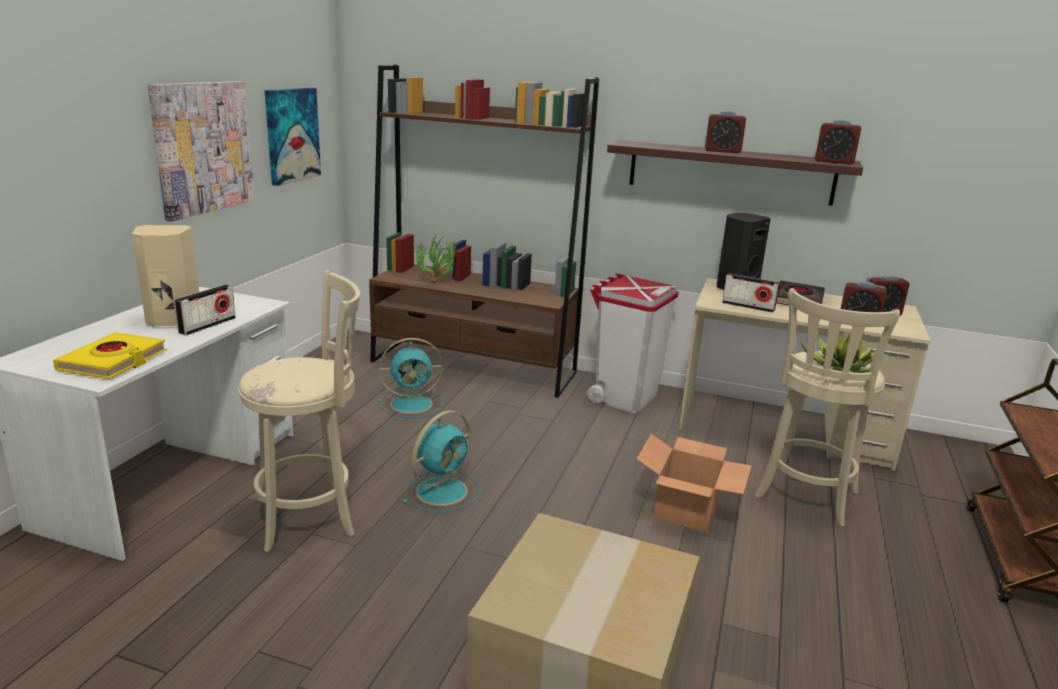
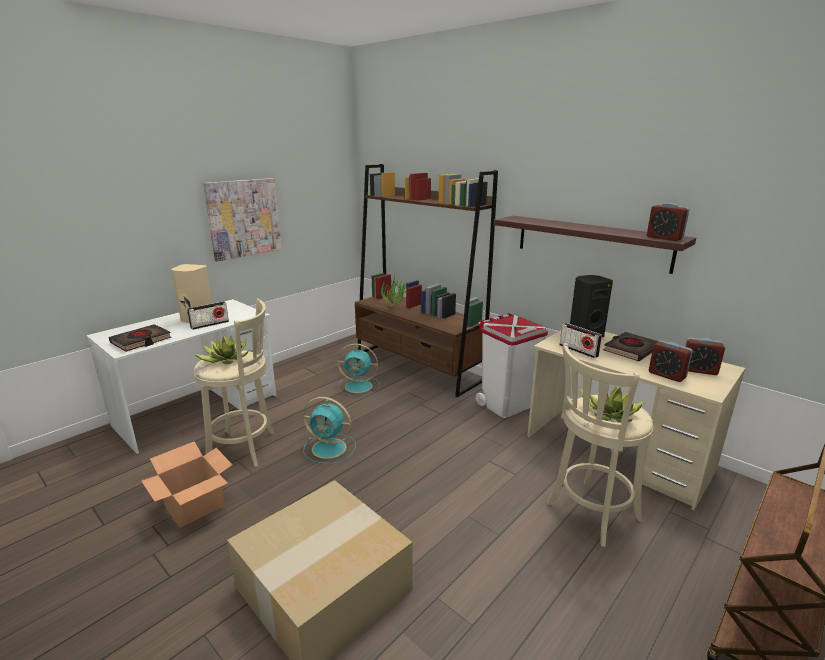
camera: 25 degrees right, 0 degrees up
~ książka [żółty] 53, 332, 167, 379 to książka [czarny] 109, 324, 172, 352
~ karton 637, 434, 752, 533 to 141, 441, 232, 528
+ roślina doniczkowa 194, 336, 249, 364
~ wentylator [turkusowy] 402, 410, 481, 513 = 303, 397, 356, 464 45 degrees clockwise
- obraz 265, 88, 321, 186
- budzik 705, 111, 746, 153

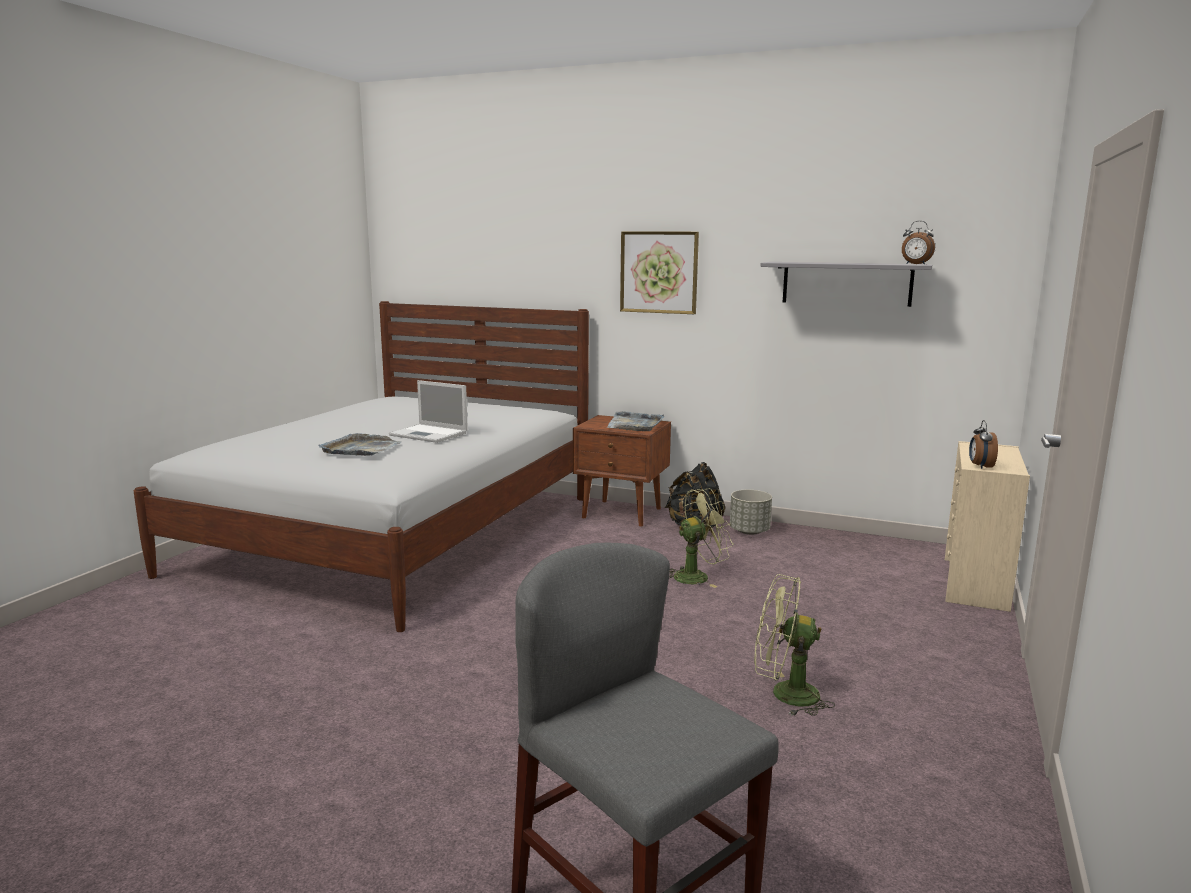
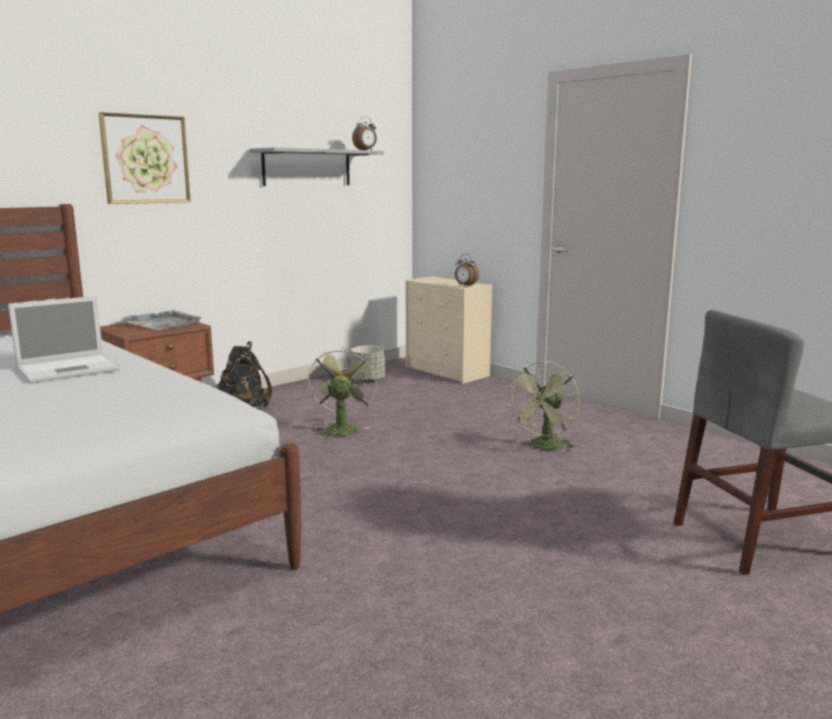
camera: 65 degrees left, 0 degrees up
~ donica [szary] 730, 490, 772, 535 to 351, 345, 385, 382
- taca [szary] 319, 433, 402, 456

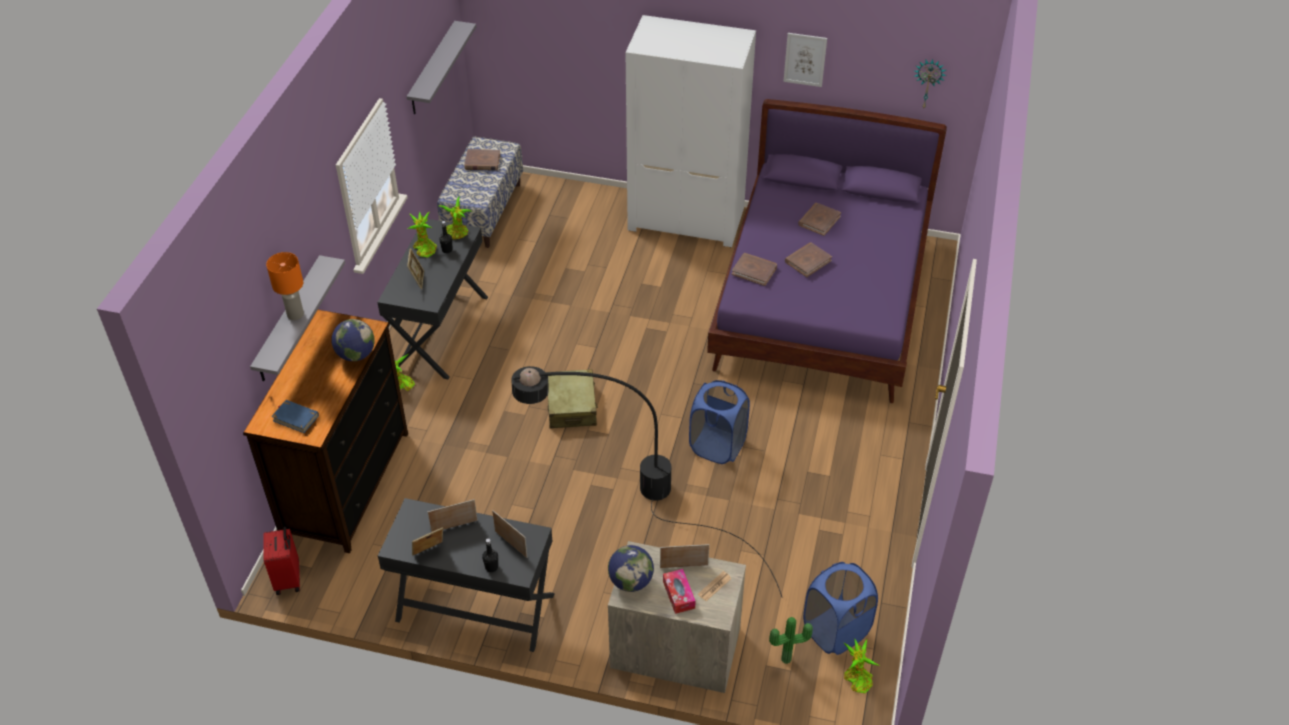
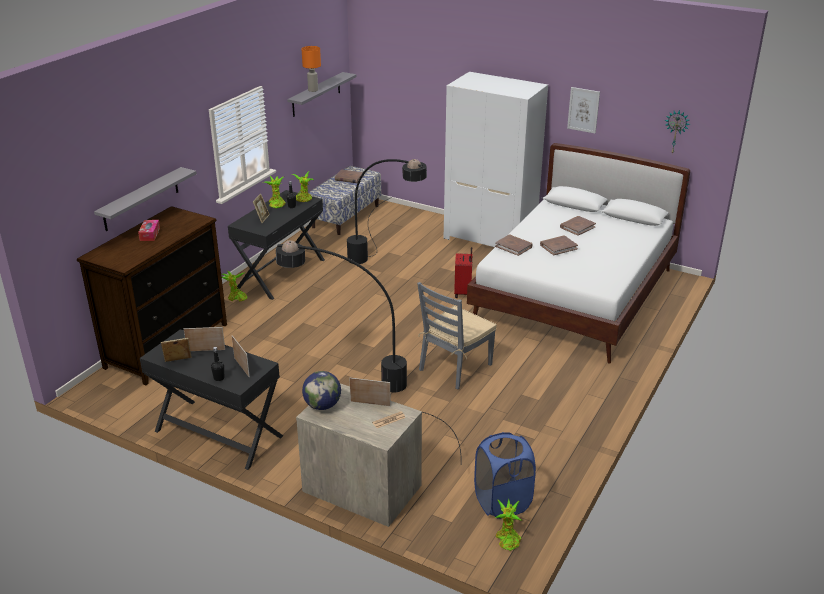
camera: 15 degrees right, 15 degrees down
~ pudełko chusteczek 663, 569, 696, 614 to 138, 220, 160, 241
~ lampa stołowa [pomarańczowy] 266, 252, 304, 320 to 302, 46, 321, 92
+ lampa stojąca [czarny] 347, 159, 427, 264
~ kosz na pranie [niebieski] 689, 380, 750, 464 to krzesło [szary] 417, 282, 497, 390
~ walizka [czerwony] 263, 527, 300, 595 to 454, 247, 473, 298
~ łóżko [fioletowy] 707, 99, 947, 403 to łóżko [biały] 467, 143, 690, 363
- książka [niebieski] 271, 400, 319, 433
- globus 332, 319, 375, 361
- walizka [beżowy] 548, 369, 598, 428
- roślina doniczkowa 769, 617, 813, 664

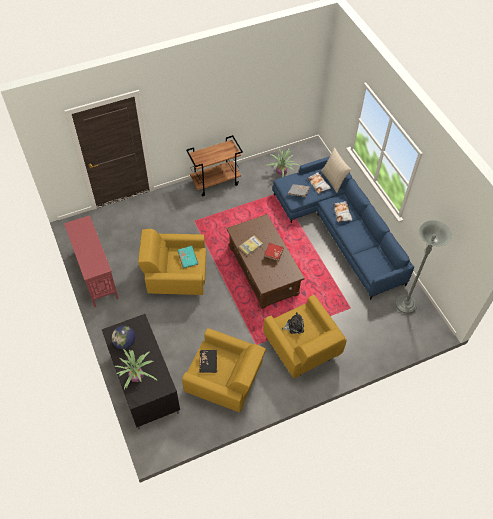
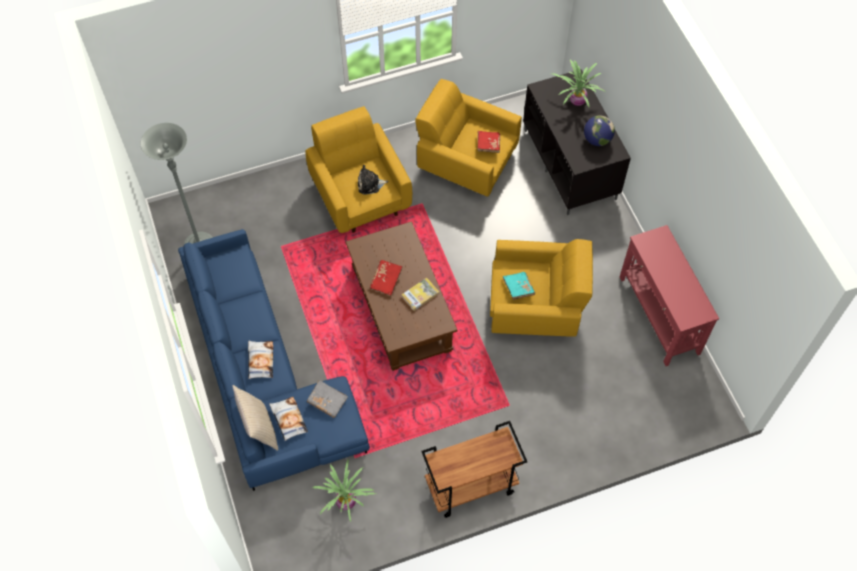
camera: 175 degrees left, 5 degrees up
~ książka [czarny] 199, 350, 217, 373 to książka [czerwony] 477, 131, 500, 153

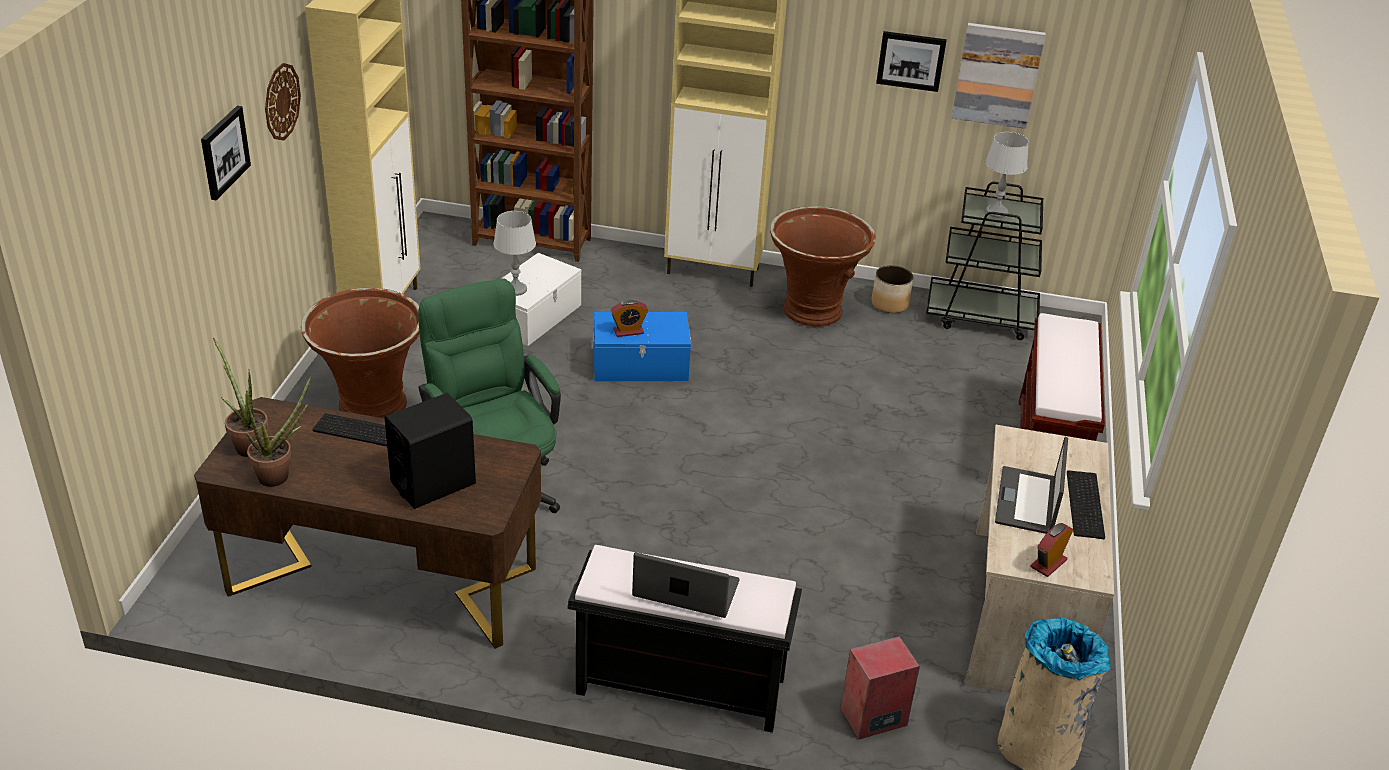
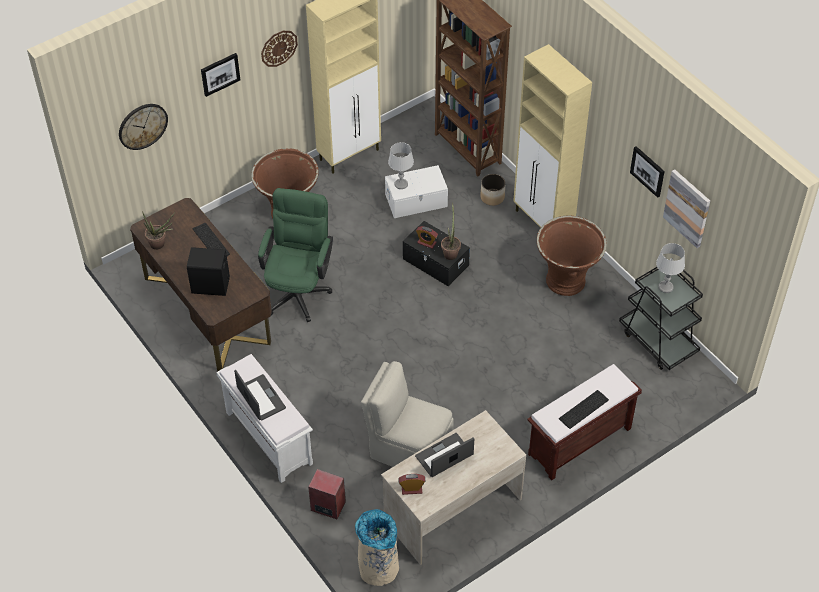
camera: 45 degrees right, 15 degrees up
+ zegar ścienny 119, 104, 168, 150
~ ławka [czarny] 568, 545, 802, 733 to ławka [biały] 216, 354, 313, 483
+ krzesło [beżowy] 361, 361, 454, 467
~ pojemnik do przechowywania [niebieski] 592, 312, 691, 381 to pojemnik do przechowywania [czarny] 403, 221, 470, 286
~ roślina doniczkowa 213, 338, 268, 457 to 441, 202, 461, 260
~ donica 871, 265, 913, 313 to 480, 174, 505, 206
~ klawiatura 1067, 470, 1105, 539 to 559, 390, 609, 429

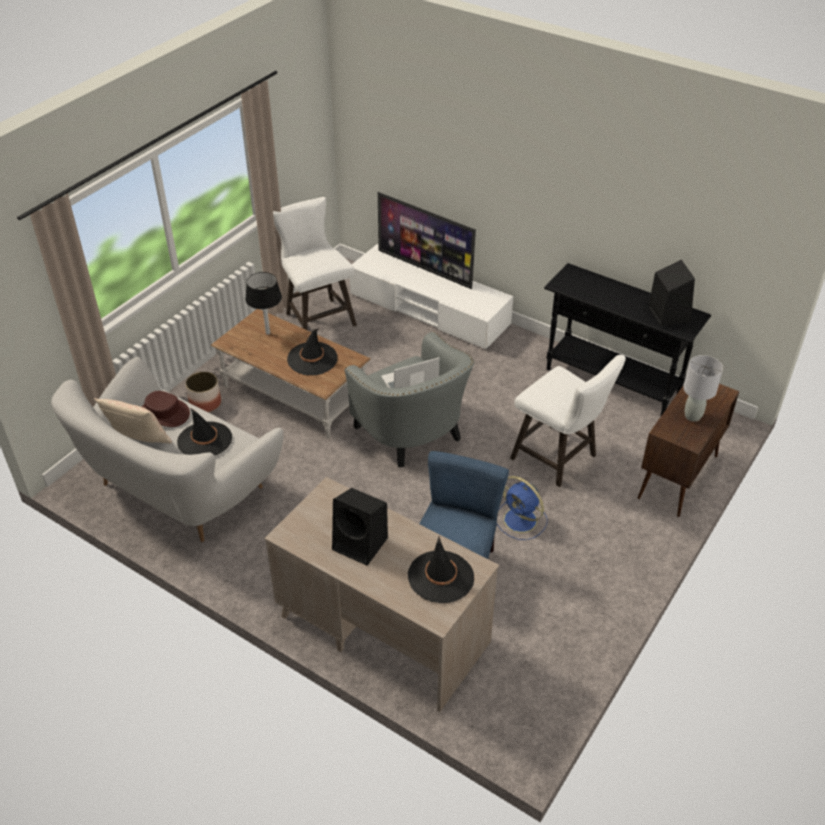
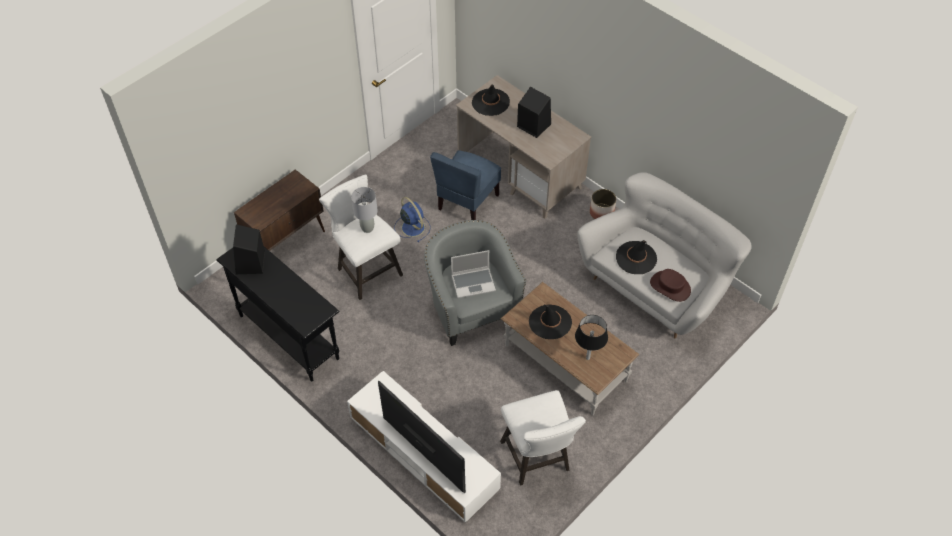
camera: 170 degrees left, 10 degrees up
~ lampa stołowa [szary] 683, 355, 723, 422 to 351, 187, 378, 233
~ donica 186, 372, 221, 412 to 590, 189, 616, 219
- poduszka [beżowy] 94, 398, 172, 444

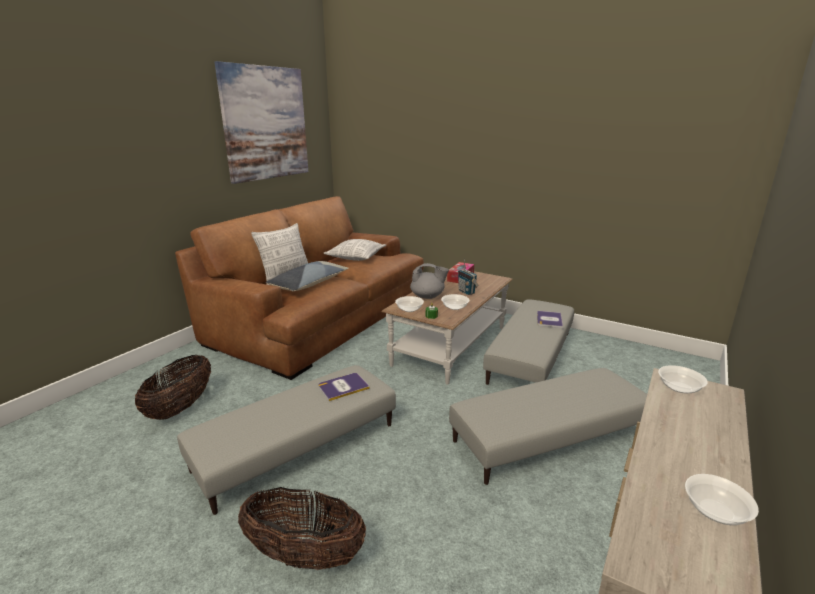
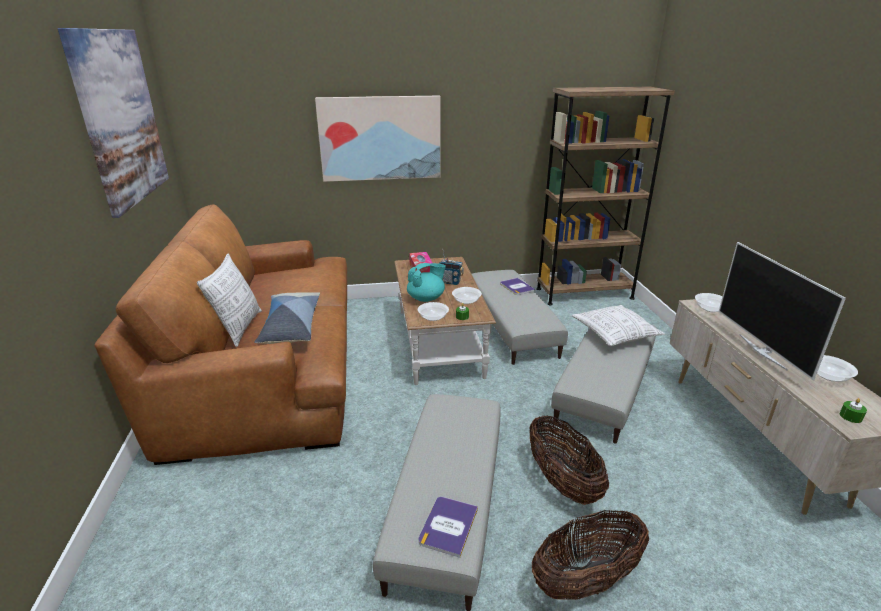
camera: 40 degrees left, 5 degrees up
+ obraz 315, 96, 441, 182
~ imbryk [szary] 410, 263, 449, 299 to imbryk [turkusowy] 407, 263, 446, 302
~ książka 318, 373, 370, 401 to 418, 497, 478, 558
~ koszyk 135, 355, 211, 420 to 529, 415, 609, 505
+ regał [brązowy] 536, 87, 675, 305
~ poduszka 324, 239, 386, 261 to 572, 305, 665, 346
+ telewizor 719, 242, 846, 380
+ świeca [zielony] 840, 398, 867, 423

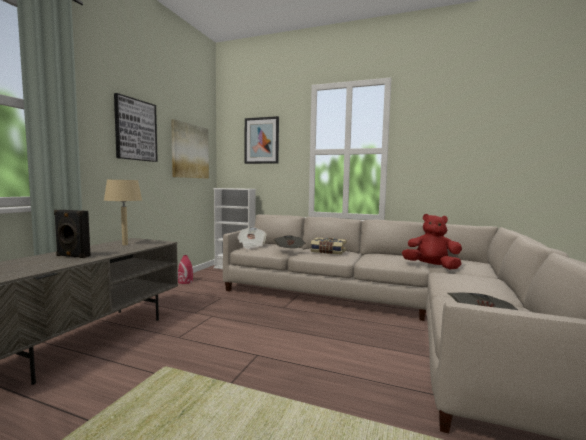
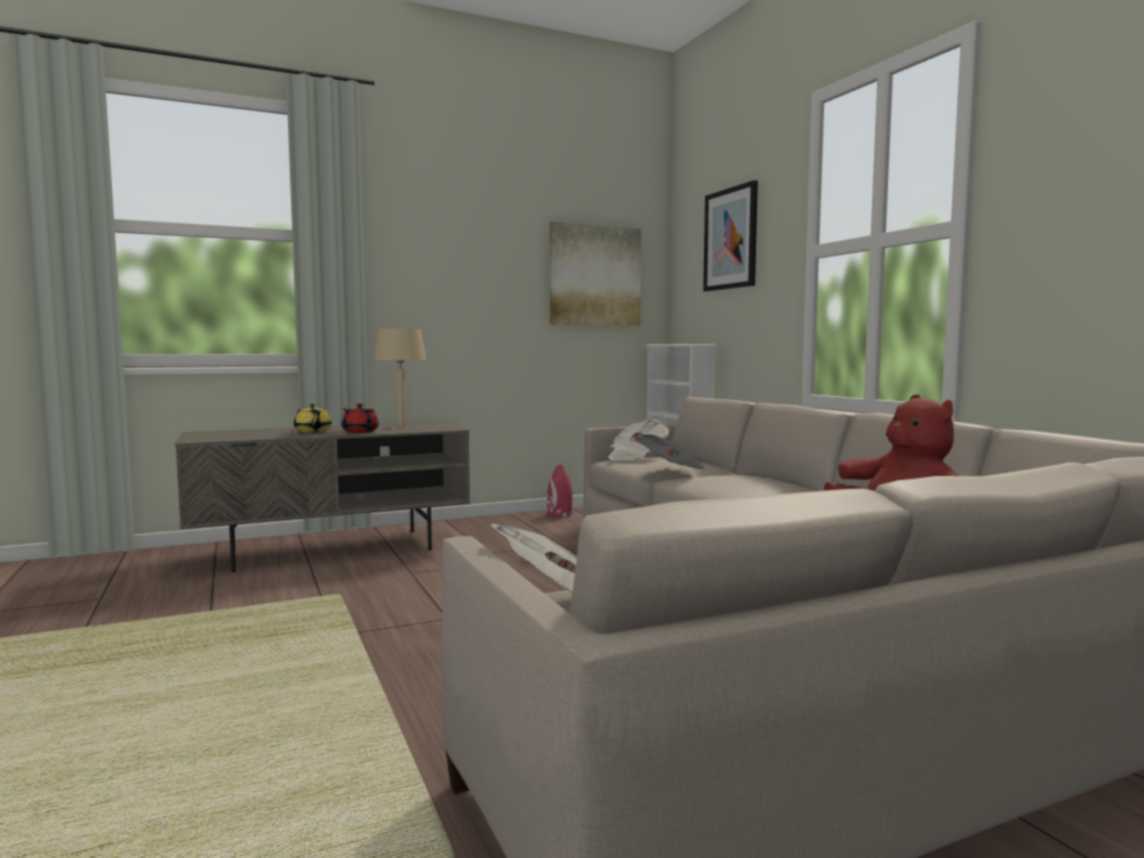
camera: 45 degrees right, 0 degrees up
~ głośnik [czarny] 54, 210, 91, 258 to imbryk [żółty] 294, 403, 332, 432
+ imbryk [czerwony] 341, 404, 379, 433
- obraz 114, 93, 158, 162
- książka 311, 237, 347, 254

